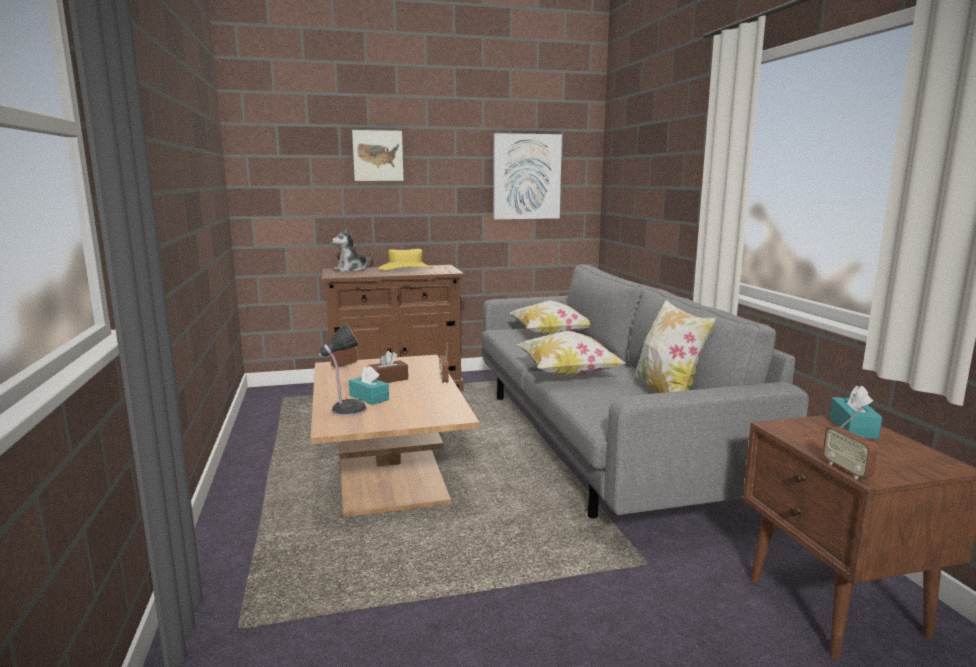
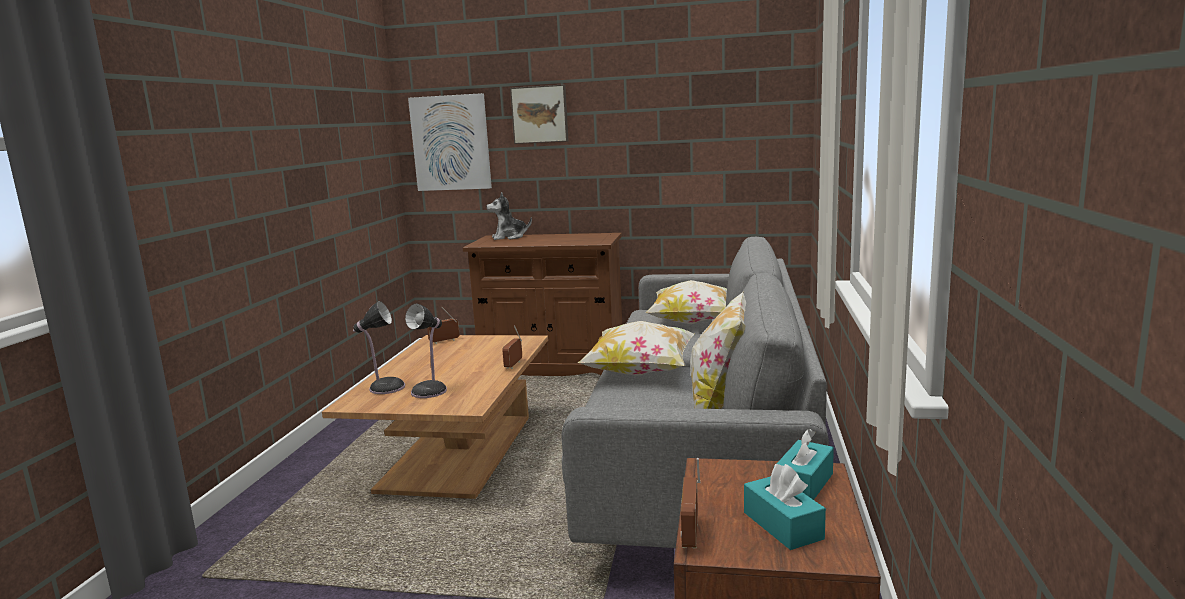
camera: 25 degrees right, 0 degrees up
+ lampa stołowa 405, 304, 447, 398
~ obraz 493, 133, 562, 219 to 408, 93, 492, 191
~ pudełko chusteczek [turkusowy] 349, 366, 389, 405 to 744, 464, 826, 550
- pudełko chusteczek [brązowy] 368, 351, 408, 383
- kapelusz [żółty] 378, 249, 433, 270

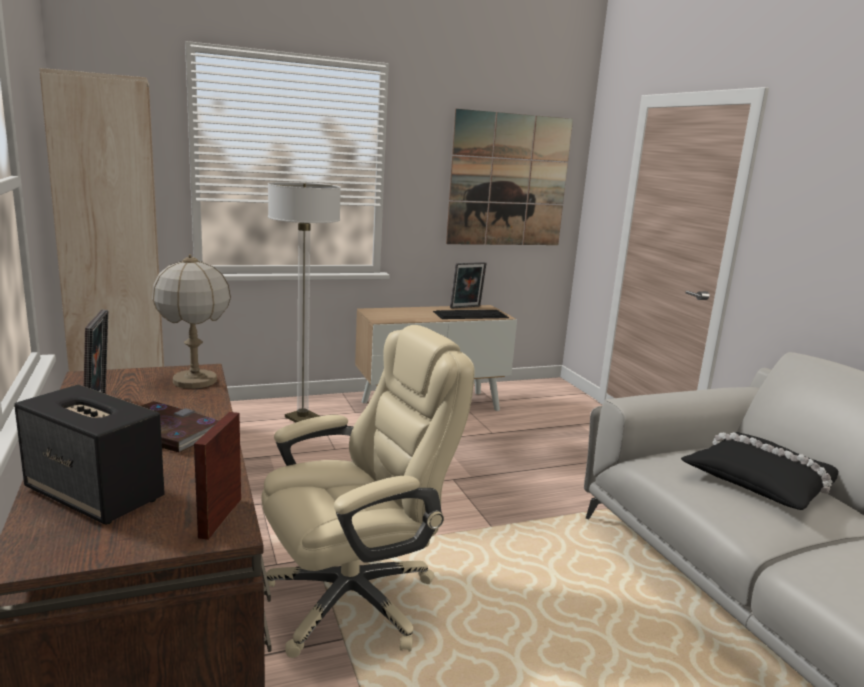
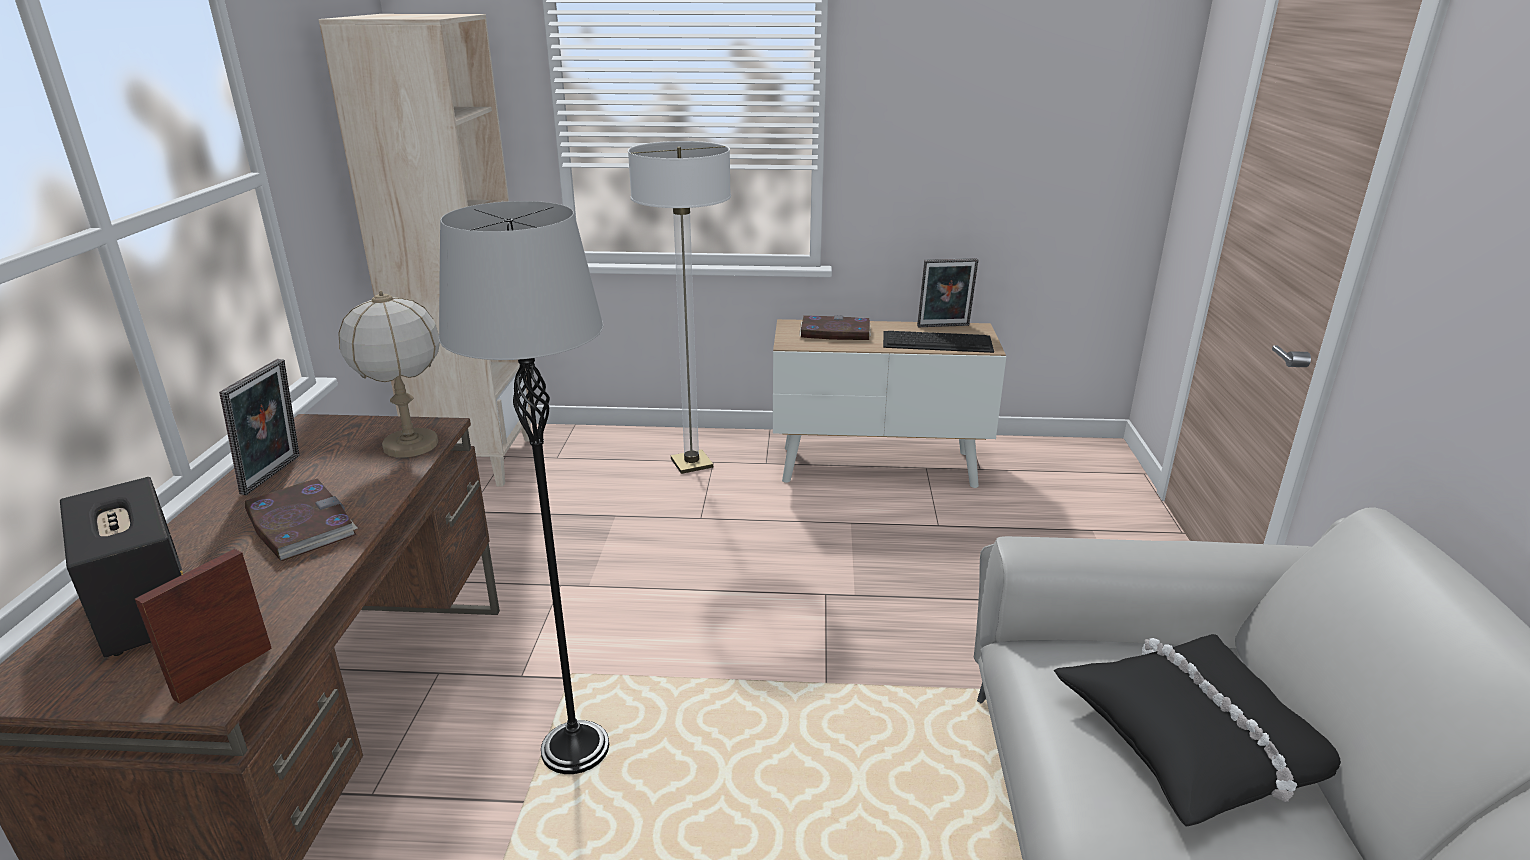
camera: 25 degrees right, 10 degrees up
~ krzesło biurowe [beżowy] 261, 325, 475, 658 to lampa stojąca [szary] 439, 201, 609, 774
+ książka 799, 315, 871, 340
- obraz 446, 109, 573, 245

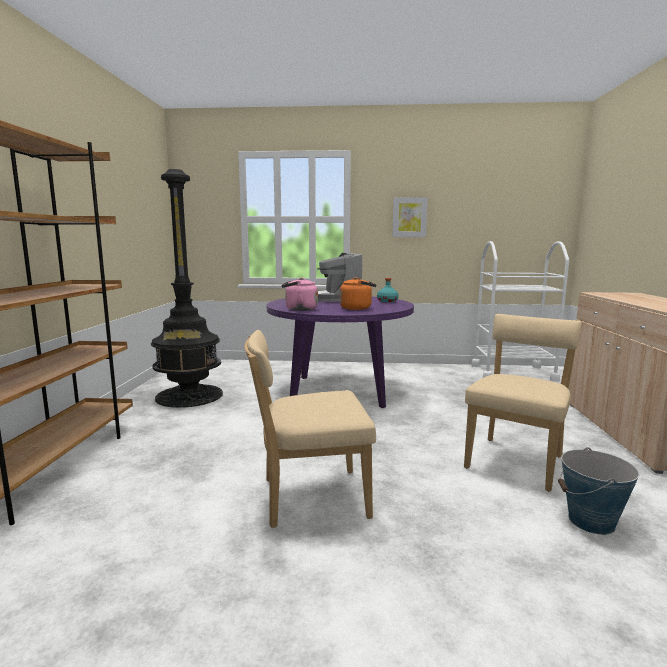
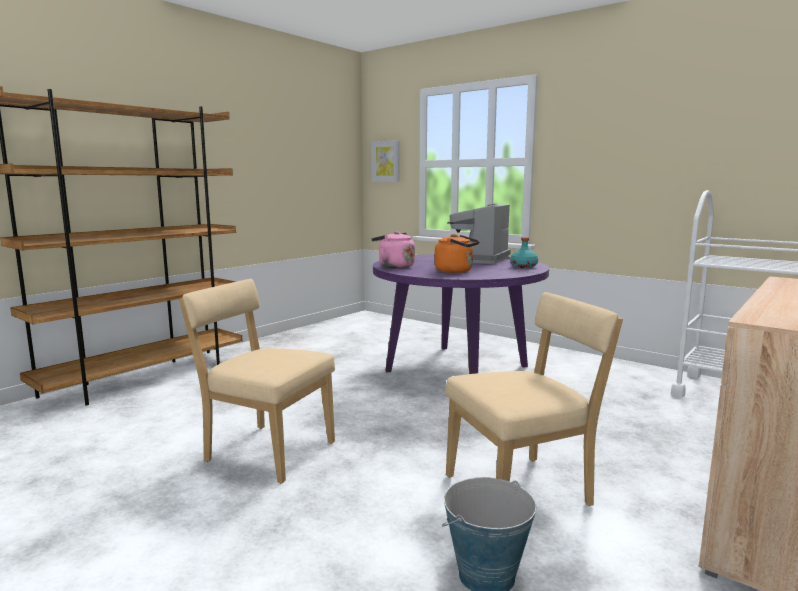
camera: 35 degrees right, 0 degrees up
~ obraz 393, 197, 428, 237 to 371, 140, 400, 182
- lampa stojąca [czarny] 151, 169, 223, 408

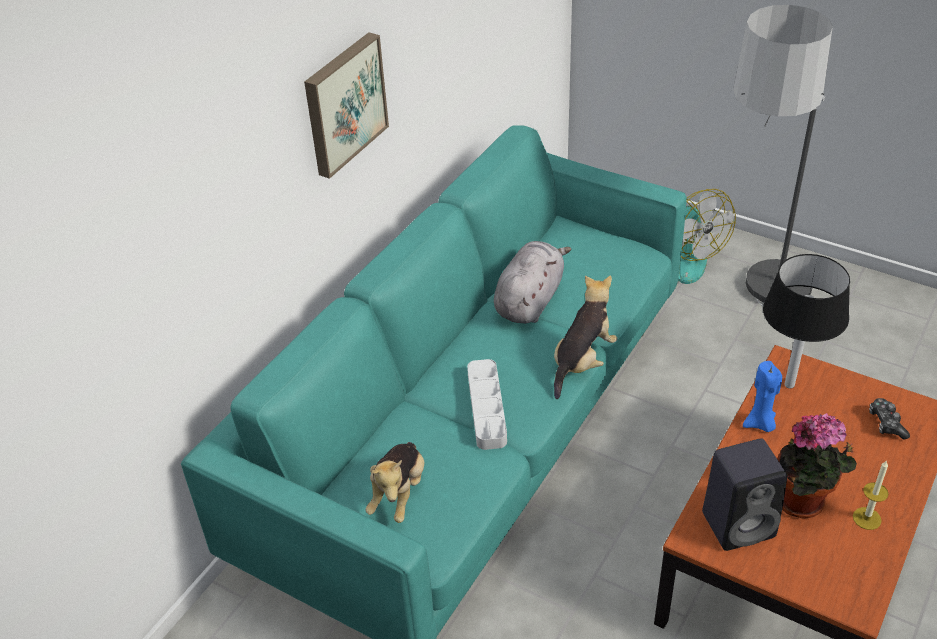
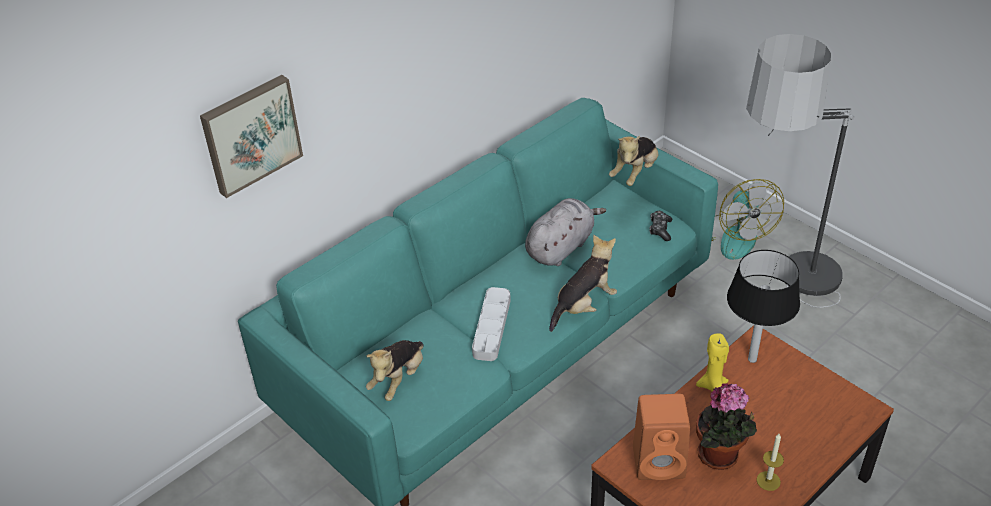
camera: 15 degrees right, 0 degrees up
~ obraz 304, 32, 389, 179 to 200, 75, 303, 198
+ pluszak 609, 136, 658, 186
~ głośnik [czarny] 702, 439, 787, 551 to głośnik [pomarańczowy] 633, 394, 690, 480
~ pad do gier 869, 398, 910, 440 to 649, 211, 672, 241
~ świeca [niebieski] 743, 361, 782, 432 to świeca [żółty] 696, 333, 729, 392

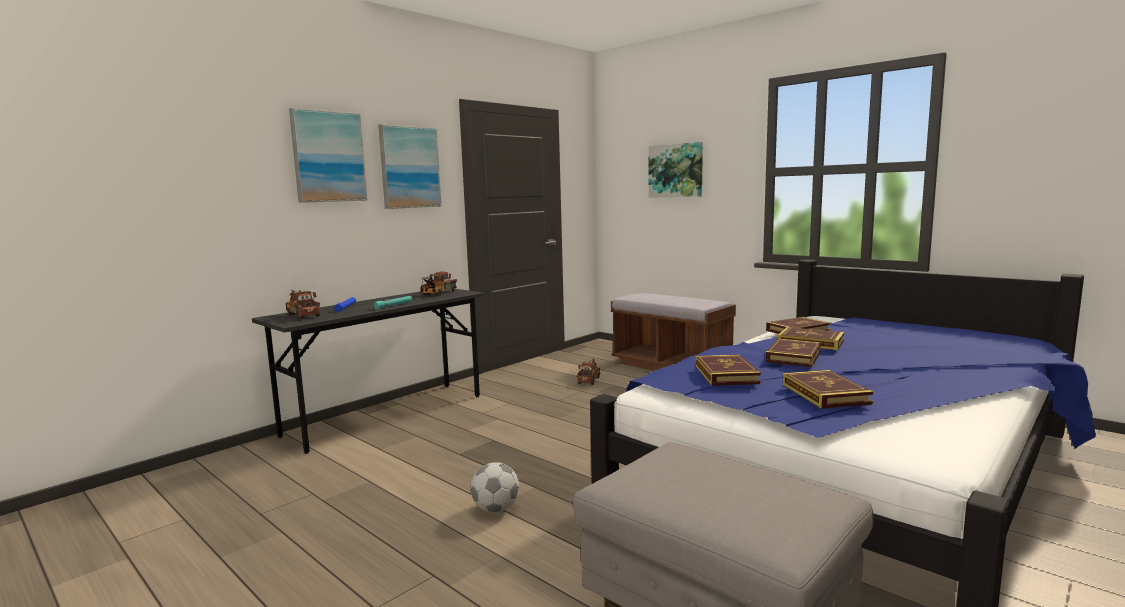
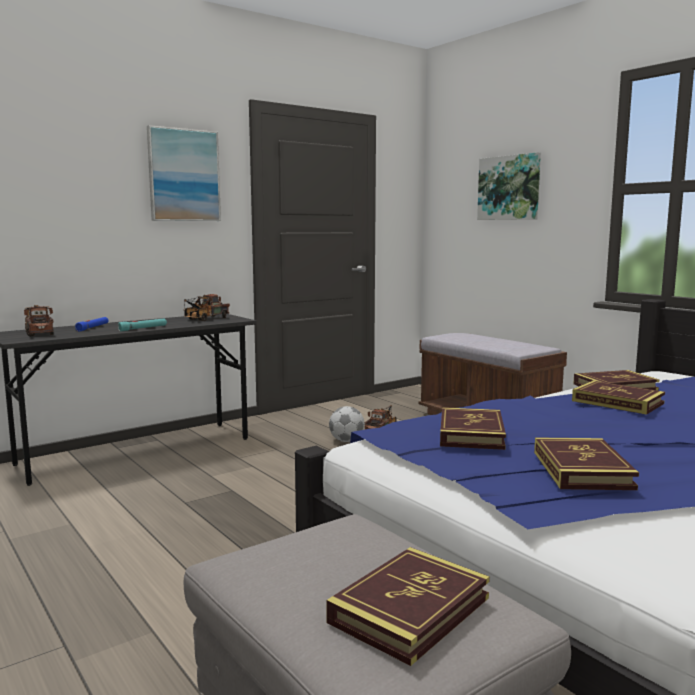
camera: 10 degrees right, 0 degrees up
~ książka 765, 338, 822, 367 to 326, 547, 490, 666
~ piłka futbolowa 471, 462, 519, 513 to 329, 406, 365, 442
- obraz 289, 108, 368, 203

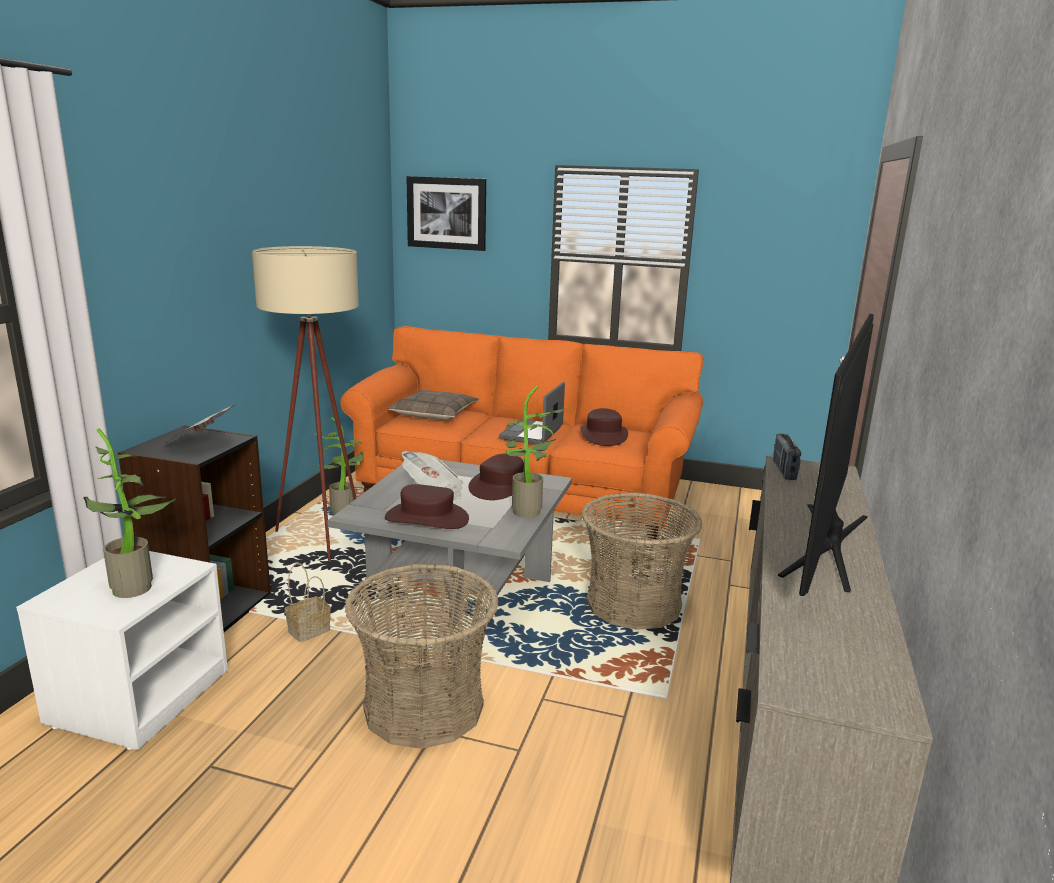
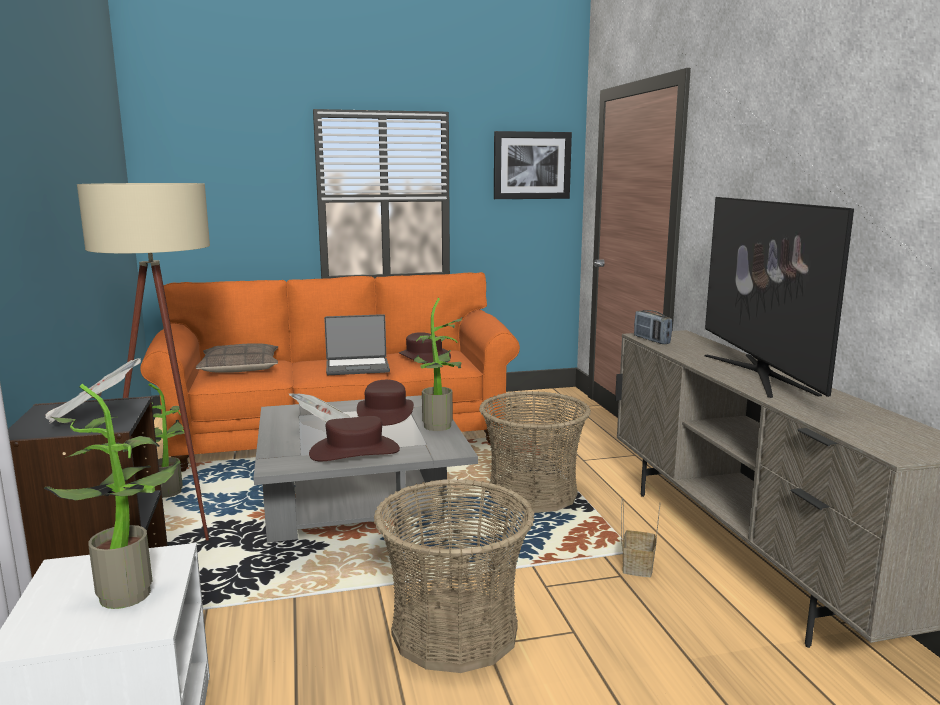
camera: 30 degrees left, 5 degrees down
~ laptop 499, 382, 565, 444 = 324, 314, 390, 375 90 degrees counterclockwise
~ obraz 406, 176, 486, 251 to 494, 131, 572, 199
~ koszyk 285, 563, 331, 642 to 621, 498, 661, 577

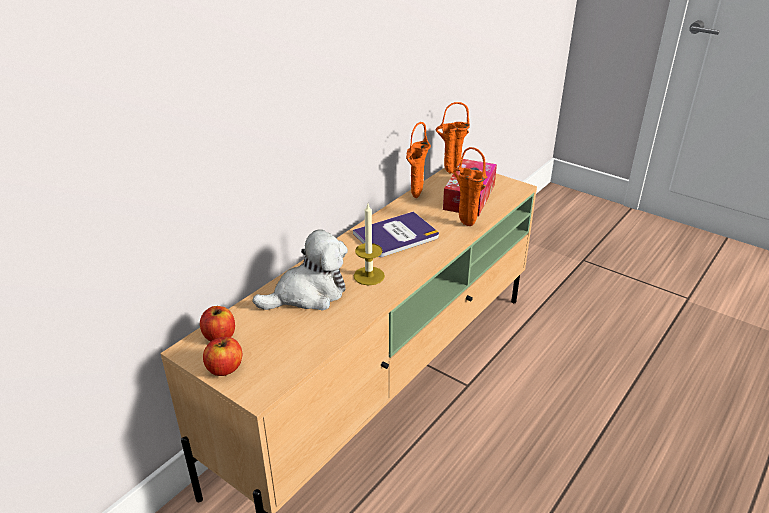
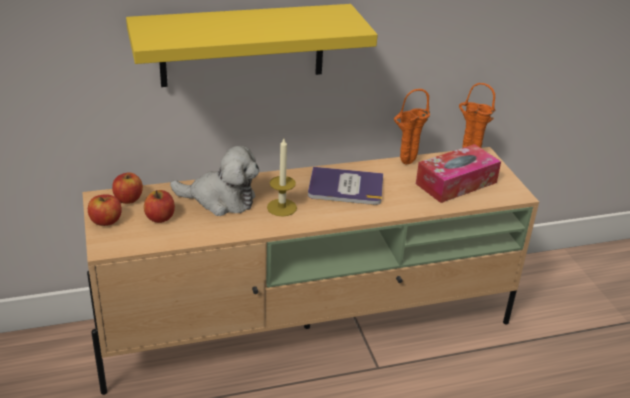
camera: 35 degrees right, 0 degrees up
+ półka [żółty] 126, 4, 378, 87
+ jabłko 144, 190, 175, 223
- wazon [pomarańczowy] 453, 147, 488, 226

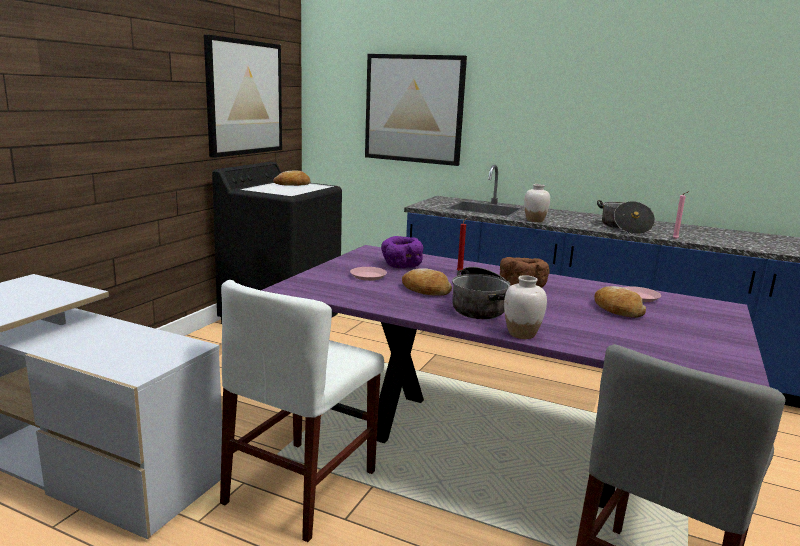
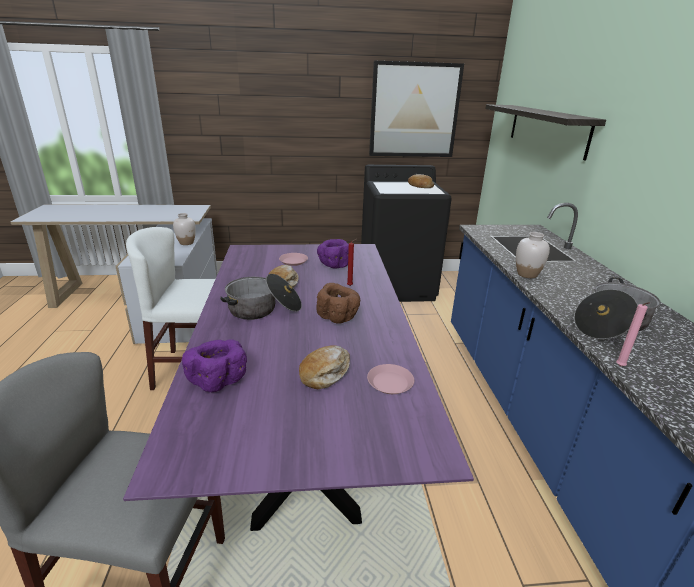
camera: 60 degrees right, 10 degrees up
~ wazon [biały] 504, 275, 547, 339 to 173, 213, 196, 245
+ miska [fioletowy] 182, 339, 247, 392
~ obraz 365, 54, 467, 166 to półka 485, 104, 606, 161

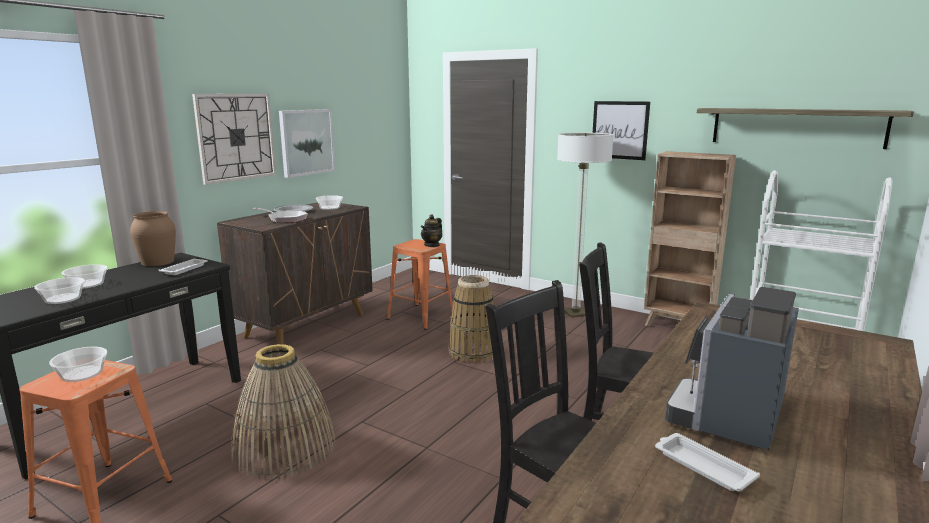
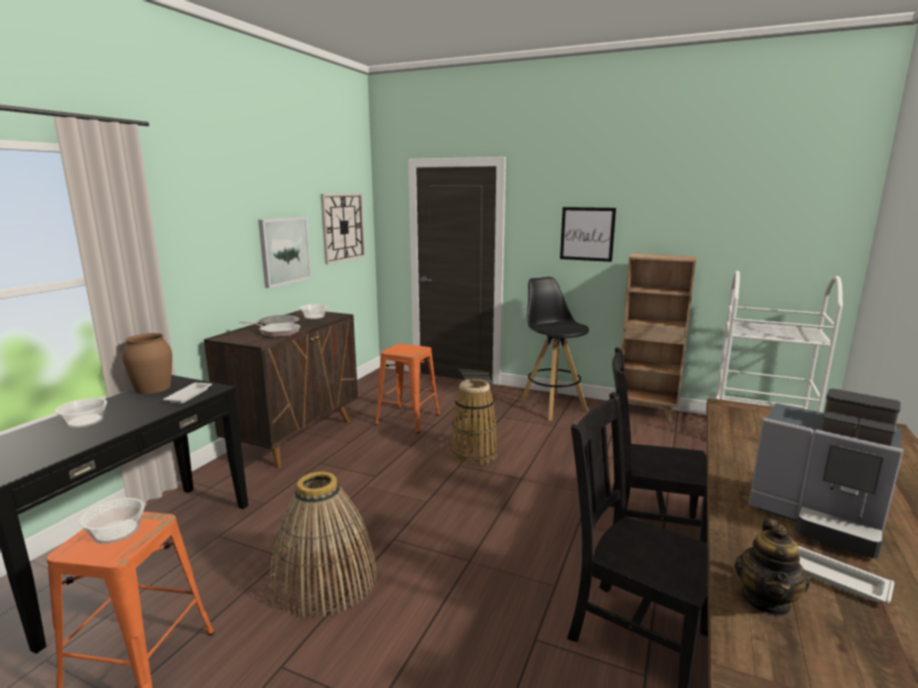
camera: 10 degrees left, 0 degrees up
~ zegar ścienny 192, 94, 276, 185 to 321, 193, 365, 264
~ lampa stojąca 557, 132, 614, 318 to stołek [czarny] 519, 277, 589, 421
~ imbryk 421, 214, 442, 247 to 734, 518, 810, 617
~ ekspres do kawy 665, 287, 799, 450 = 749, 388, 904, 558 75 degrees counterclockwise
- miska 34, 277, 85, 304
- półka 697, 108, 914, 149

